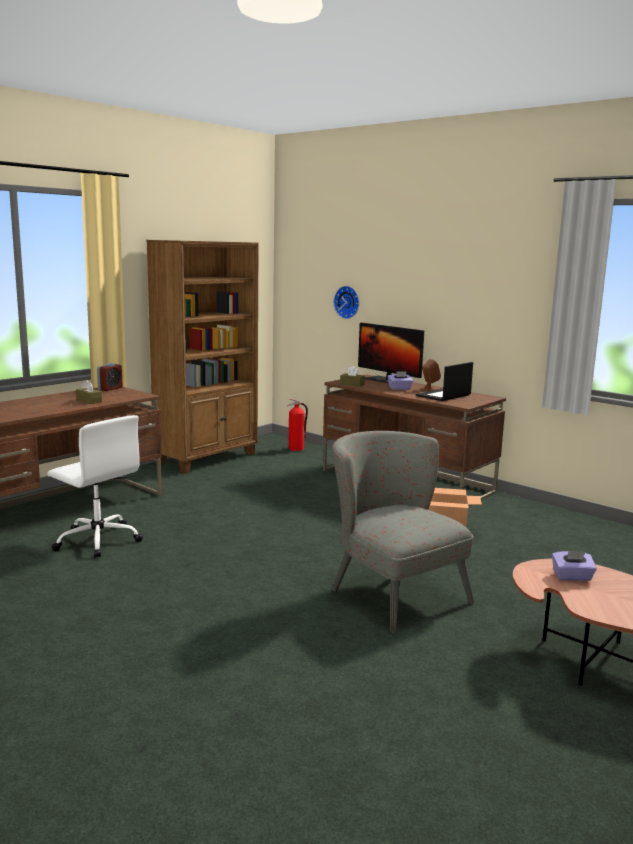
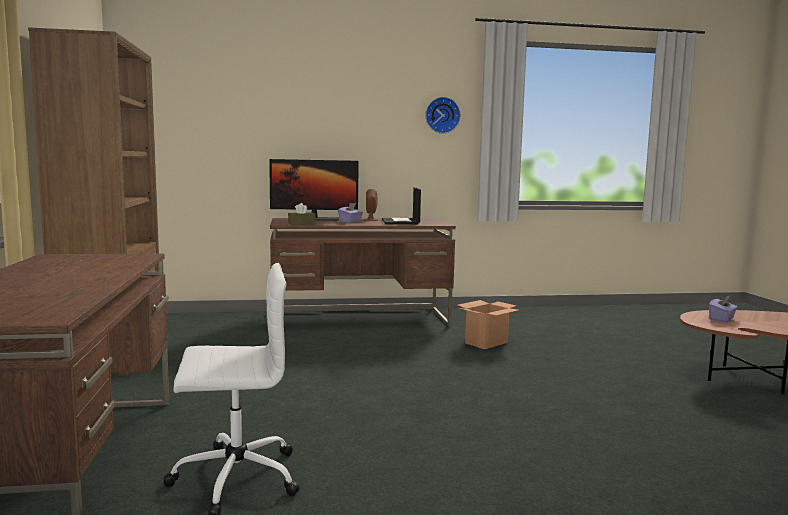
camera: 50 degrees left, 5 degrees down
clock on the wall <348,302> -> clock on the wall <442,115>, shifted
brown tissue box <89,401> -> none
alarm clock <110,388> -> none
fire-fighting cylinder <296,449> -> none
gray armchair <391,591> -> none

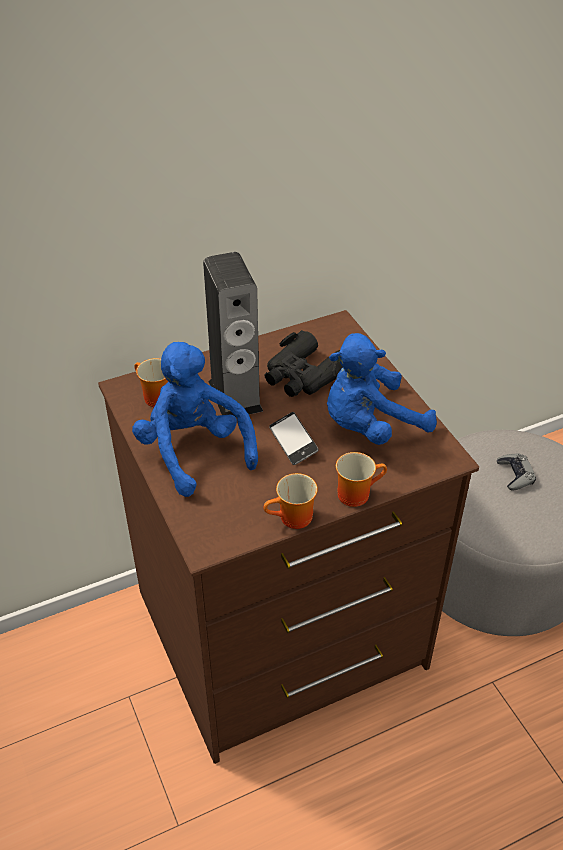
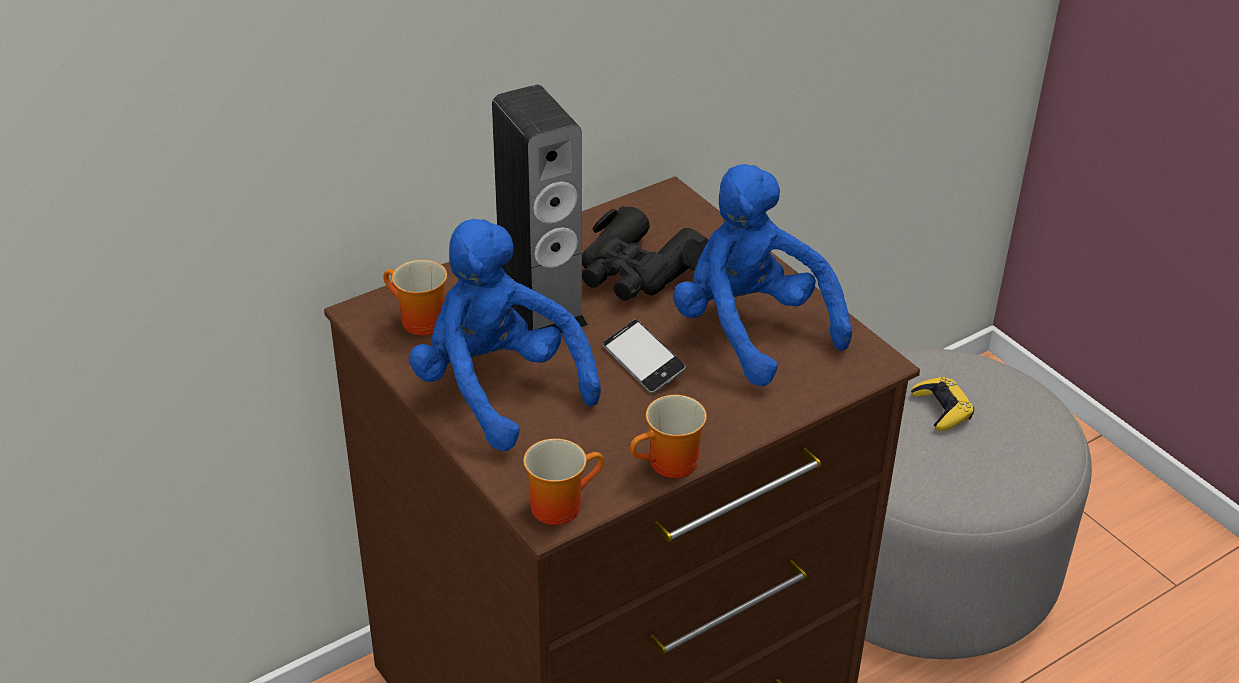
camera: 10 degrees left, 5 degrees down
tea mug <356,492> -> tea mug <559,503>, shifted
blue-coloured cuddly toy <370,425> -> blue-coloured cuddly toy <750,329>, 90 degrees clockwise
gray game controller <515,475> -> yellow game controller <942,409>

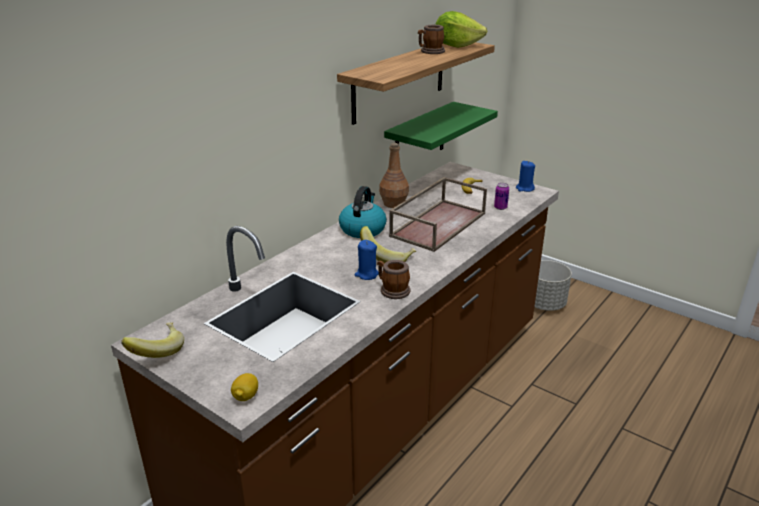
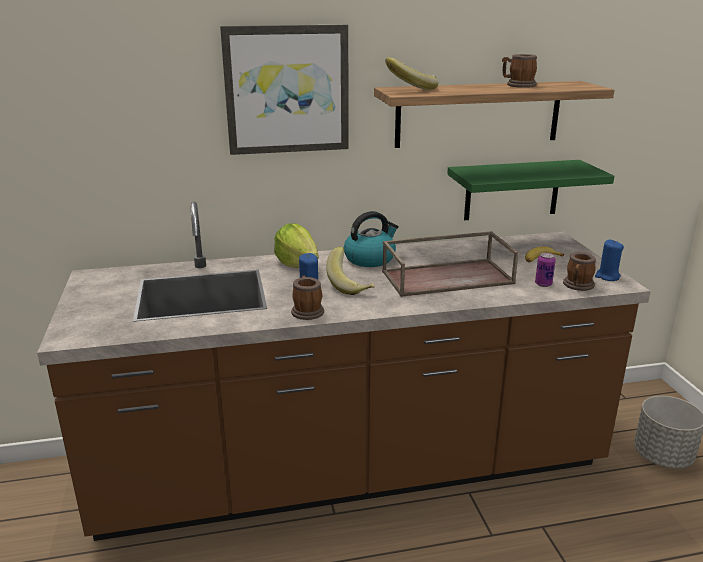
camera: 40 degrees right, 5 degrees down
none -> wall art <287,90>
head of lettuce <456,46> -> head of lettuce <297,264>, shifted
whole banana <156,351> -> whole banana <413,89>, shifted
none -> tea mug <577,286>
lemon <246,396> -> none
brown beverage bottle <393,204> -> none

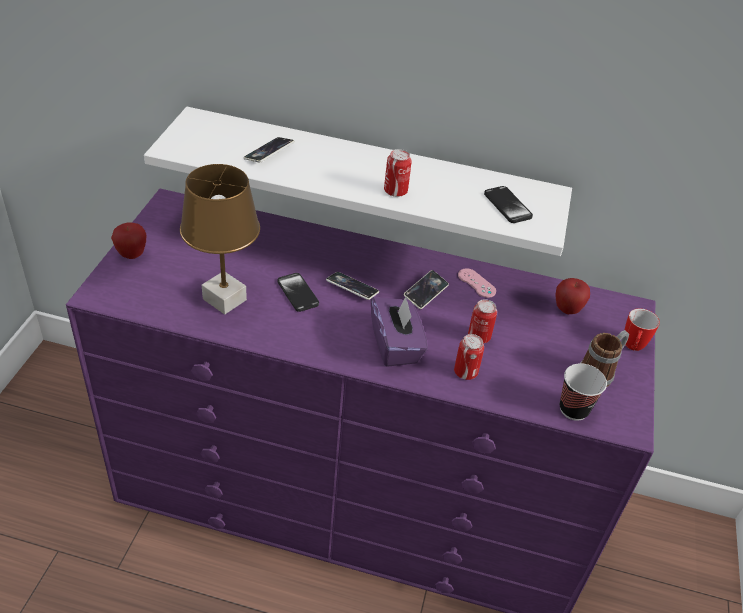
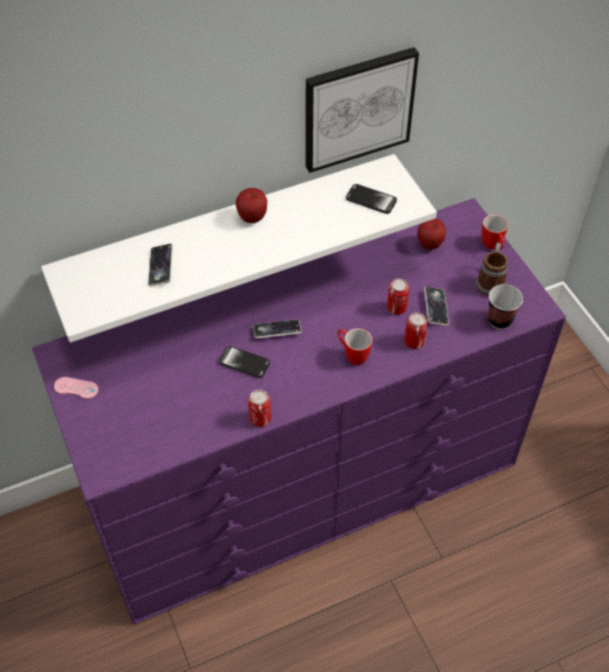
camera: 35 degrees left, 10 degrees up
pinkish game controller <476,283> -> pinkish game controller <76,388>, shifted
whole apple <132,254> -> whole apple <252,218>, shifted
metal can <395,191> -> metal can <260,418>, shifted
none -> wall art <358,108>
purple tissue box <396,345> -> tea mug <352,355>
phone <426,292> -> phone <436,308>, shifted
brown lamp for a table <223,299> -> none

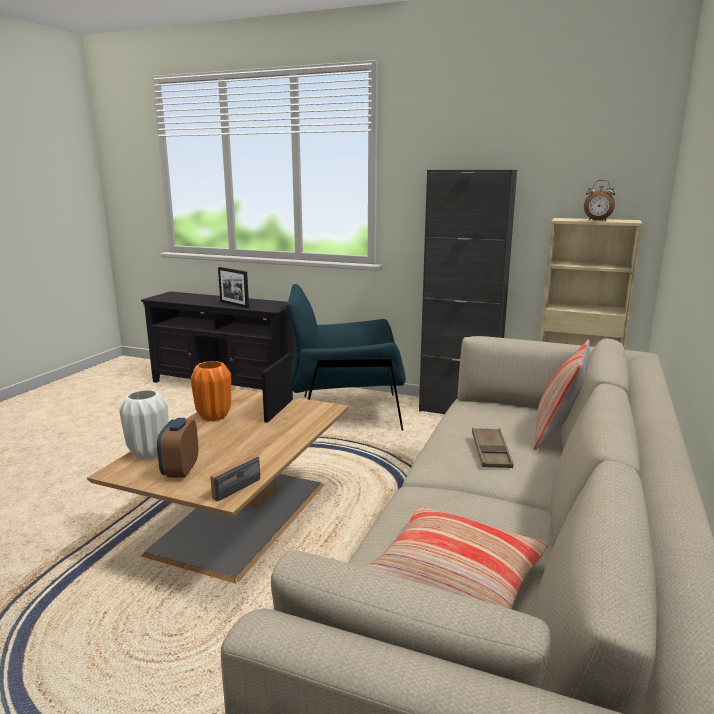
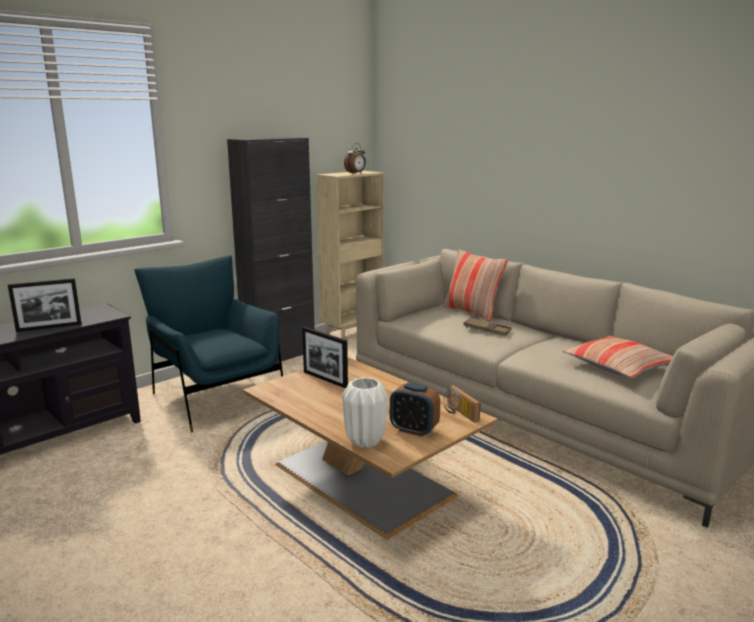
camera: 65 degrees left, 0 degrees up
blue-coloured armchair <345,412> -> blue-coloured armchair <216,397>, 120 degrees clockwise
orangey flower vase <214,416> -> none

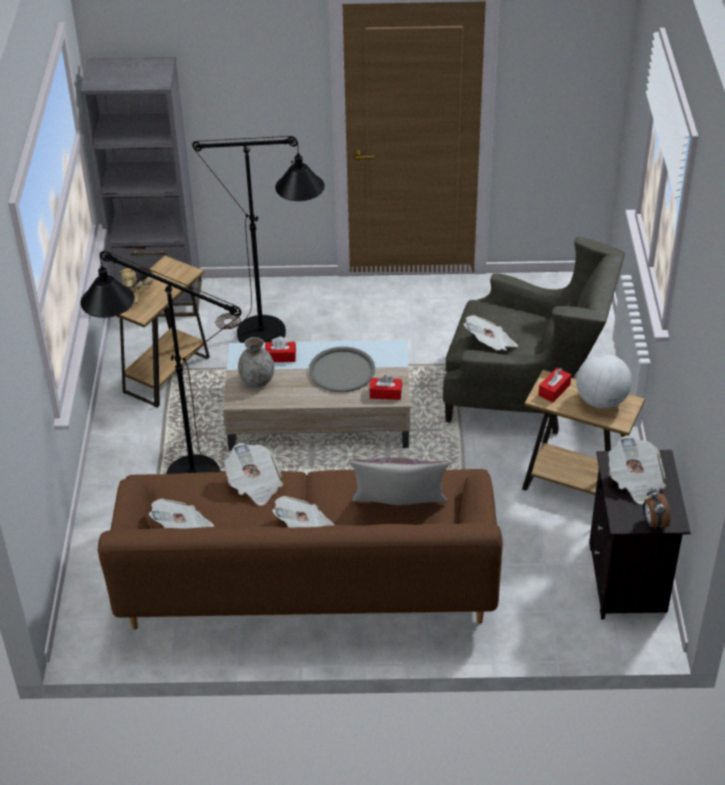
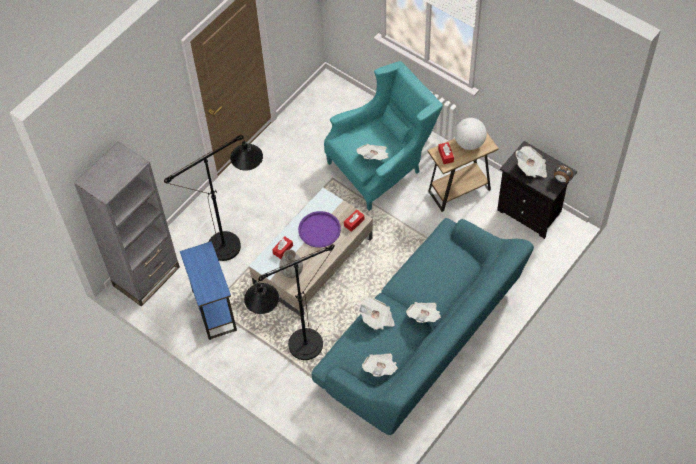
camera: 50 degrees left, 15 degrees up
brown end table <166,374> -> blue-coloured end table <214,310>
gray carrying tray <342,370> -> purple carrying tray <319,230>
brown sofa <307,581> -> blue-green sofa <422,339>
gray armchair <525,396> -> blue-green armchair <382,166>
cuddly toy <139,294> -> none
gray cushion <399,512> -> none

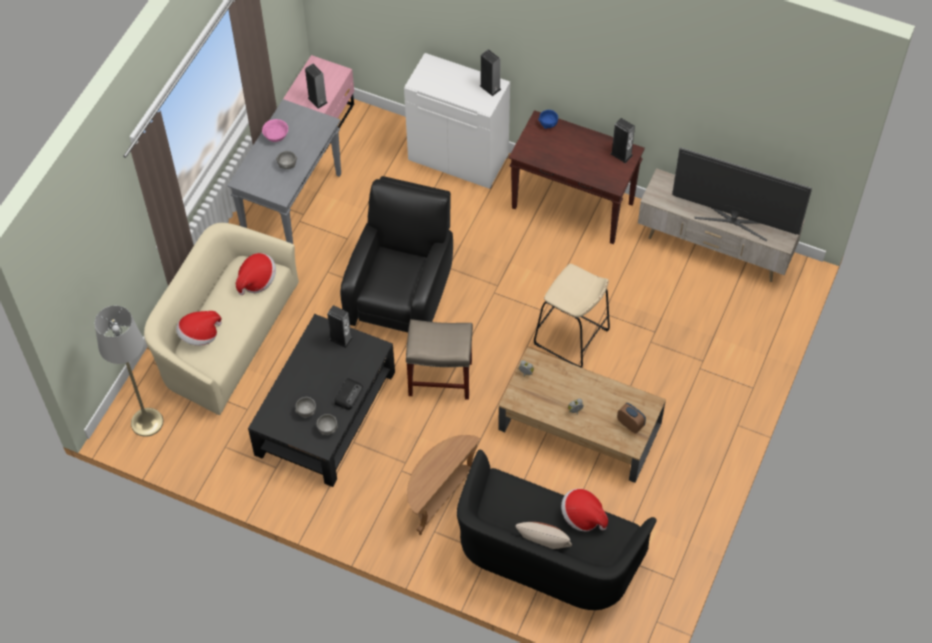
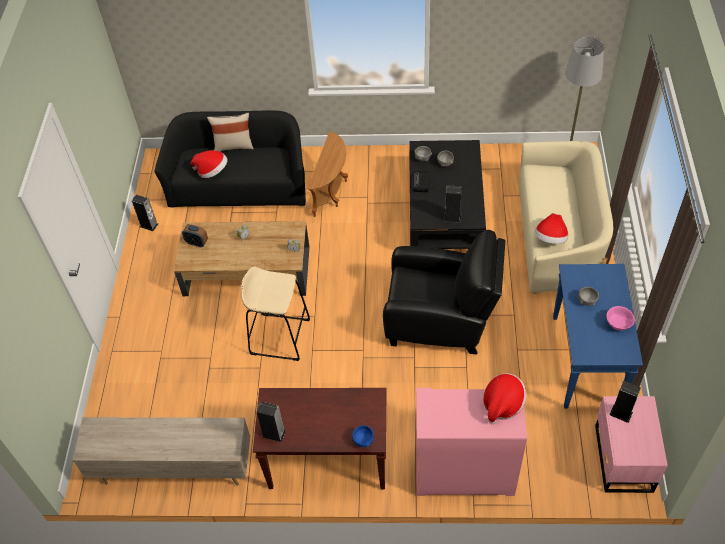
camera: 160 degrees right, 5 degrees down
speaker <490,87> -> speaker <149,225>, shifted
black-coloured armchair <402,293> -> black-coloured armchair <441,320>, 75 degrees counterclockwise
white storage cabinet <459,157> -> pinkish storage cabinet <463,472>
wearable hat <200,335> -> wearable hat <502,404>, shifted
gray hall table <292,204> -> blue-coloured hall table <586,362>
beige stool <441,378> -> none
television <734,220> -> none

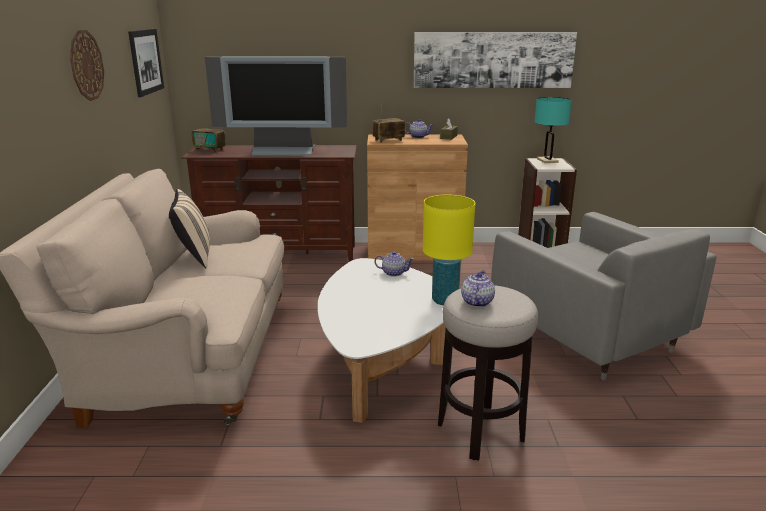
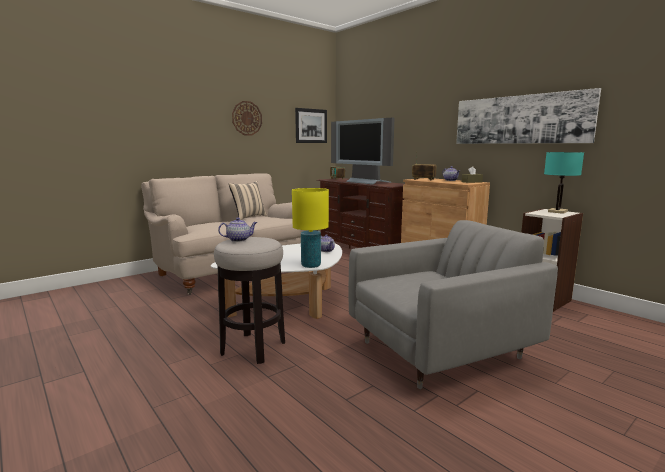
camera: 50 degrees right, 10 degrees down
gray armchair <587,336> -> gray armchair <440,350>, 135 degrees counterclockwise

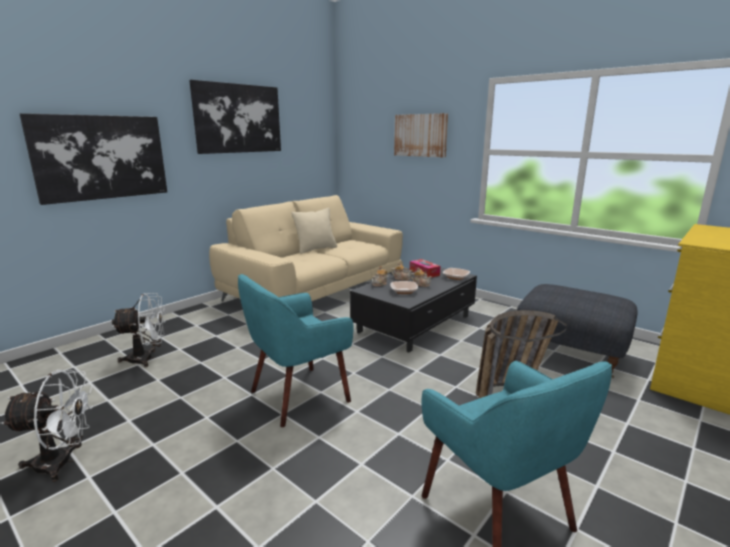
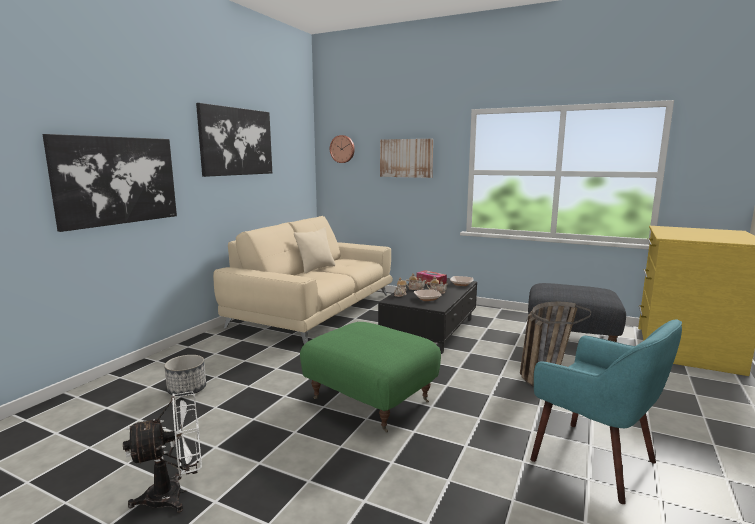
camera: 15 degrees left, 5 degrees down
white cooling fan <147,358> -> plant pot <186,389>
blue-green armchair <298,395> -> green pouffe <369,401>
none -> clock on the wall <342,149>

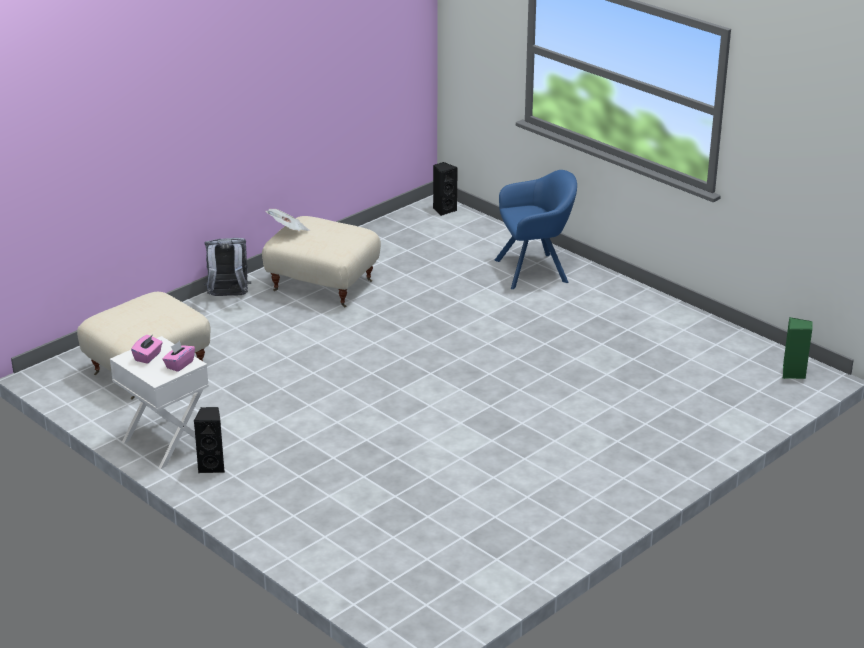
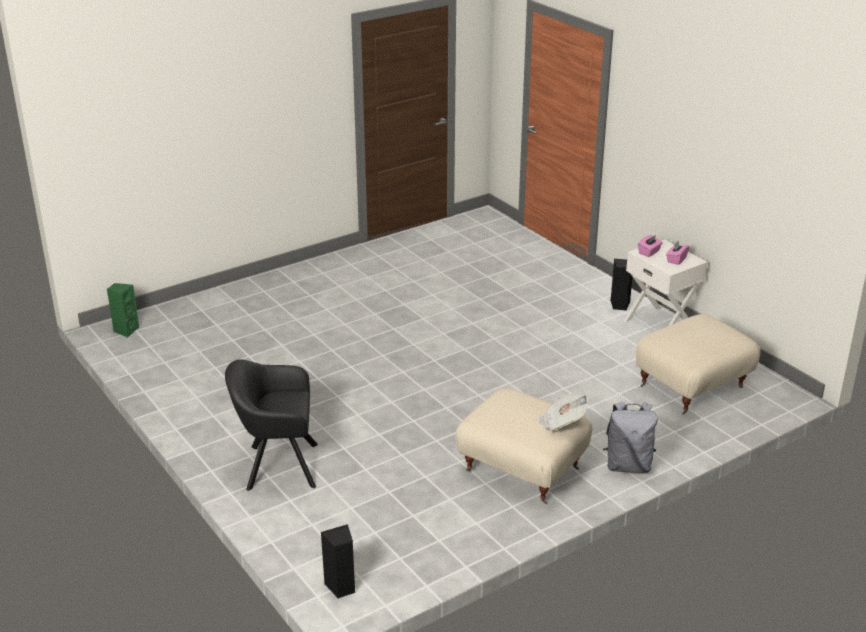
camera: 170 degrees left, 0 degrees up
blue-coloured armchair <536,270> -> black-coloured armchair <277,466>

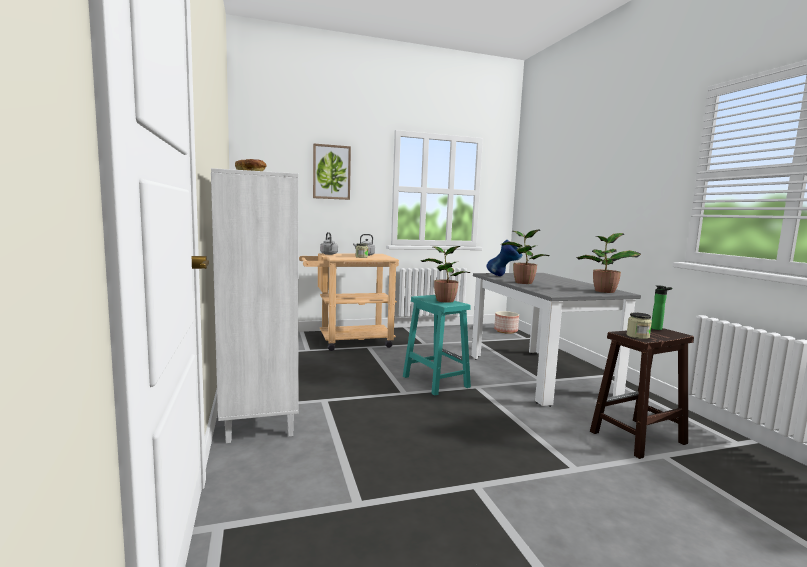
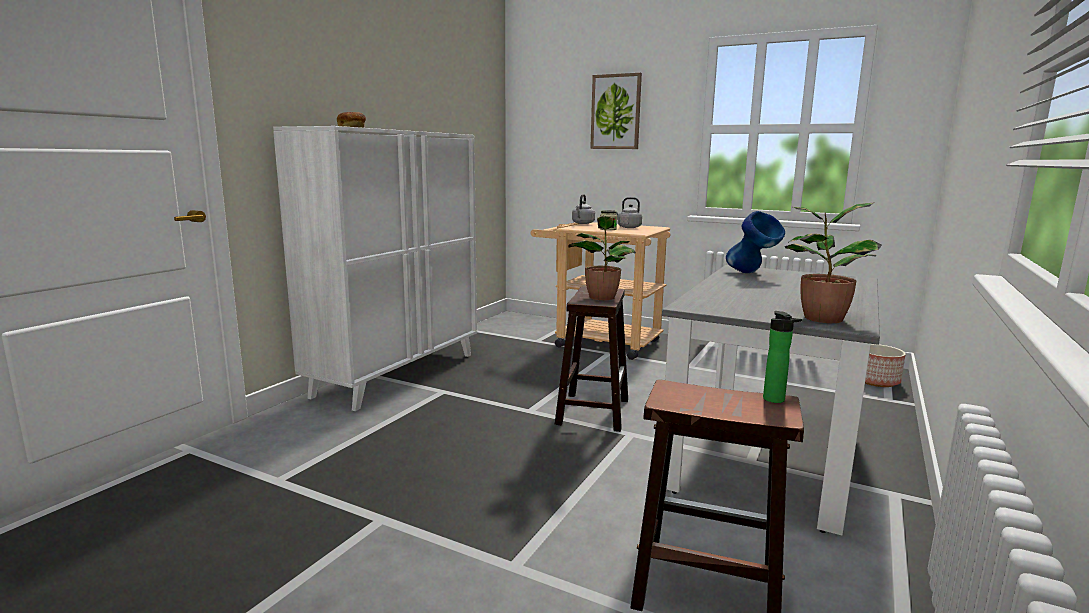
camera: 45 degrees right, 5 degrees up
blue-green stool <434,381> -> brown stool <593,411>
potted plant <522,282> -> none
preserve jar <638,336> -> none

